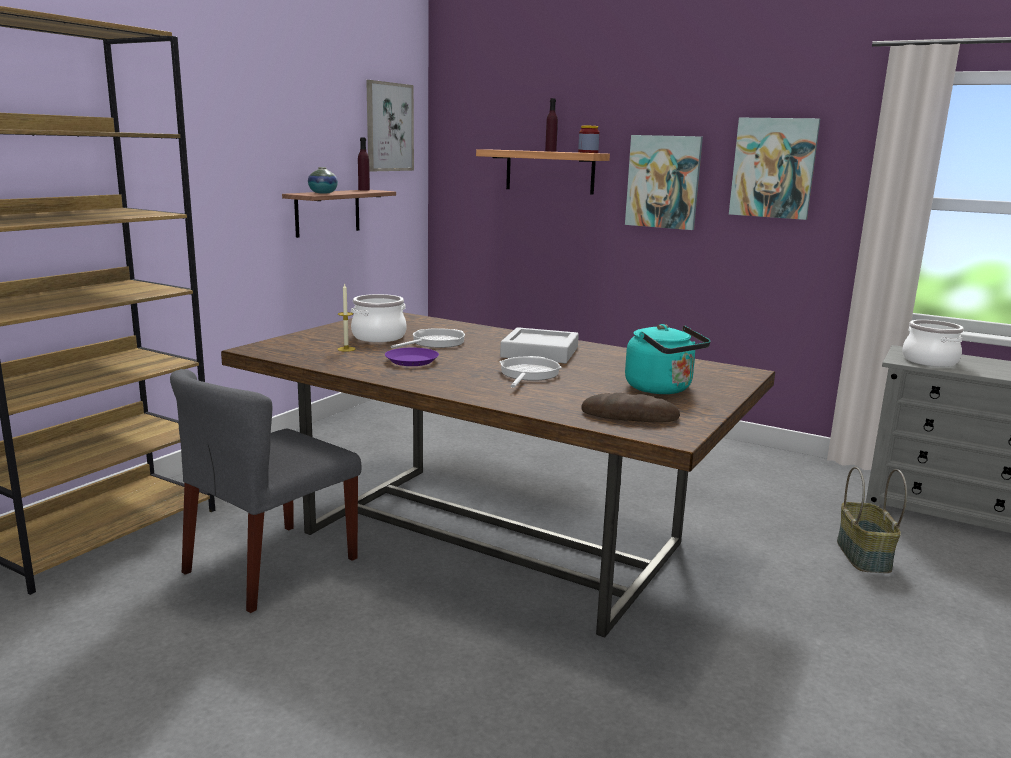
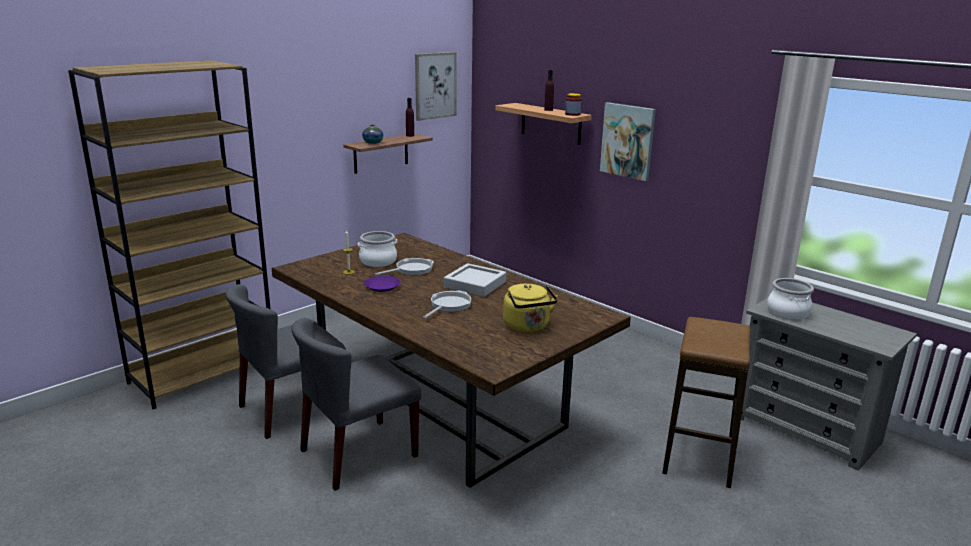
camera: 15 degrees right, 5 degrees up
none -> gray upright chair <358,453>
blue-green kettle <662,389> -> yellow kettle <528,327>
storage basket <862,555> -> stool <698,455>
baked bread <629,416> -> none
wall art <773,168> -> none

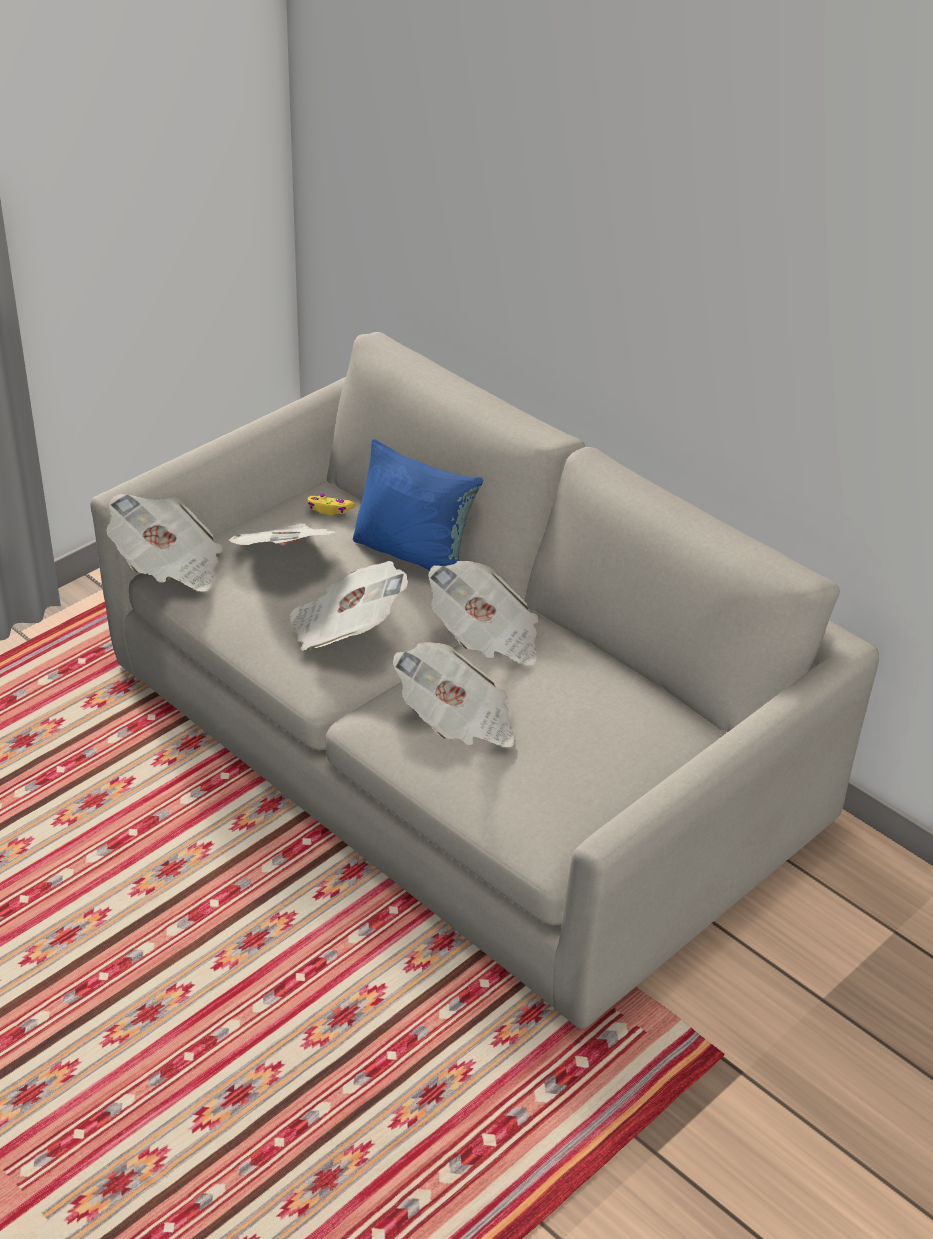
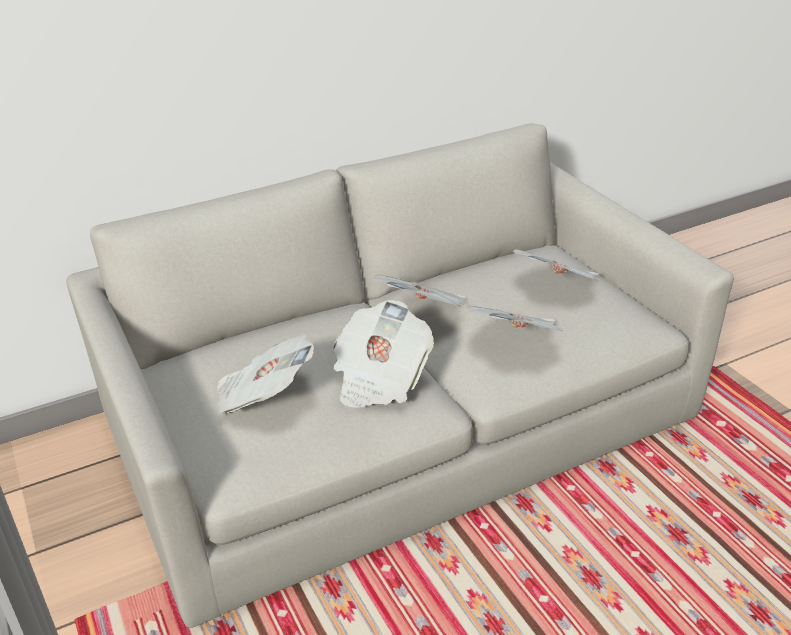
camera: 70 degrees left, 5 degrees down
newspaper <168,566> -> newspaper <559,286>, shifted
yellow game controller <330,509> -> none
blue-coloured cushion <413,554> -> none

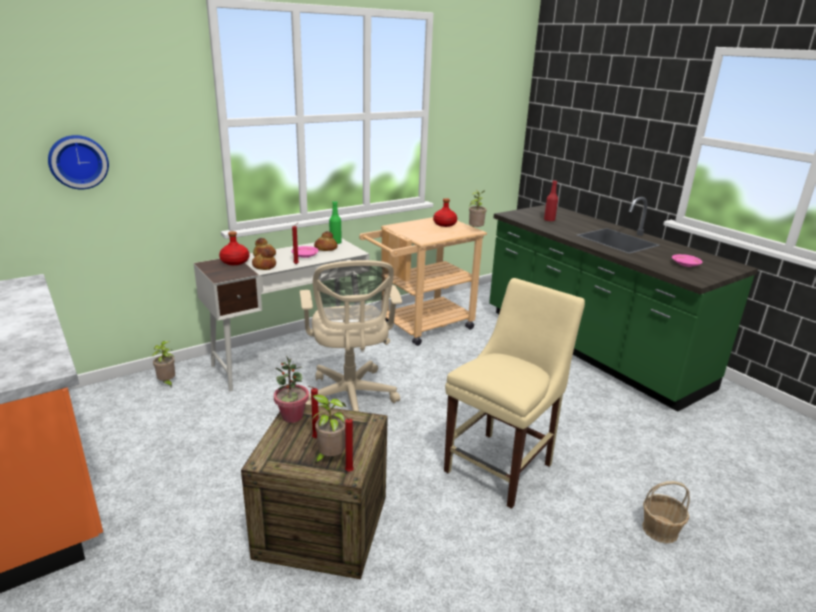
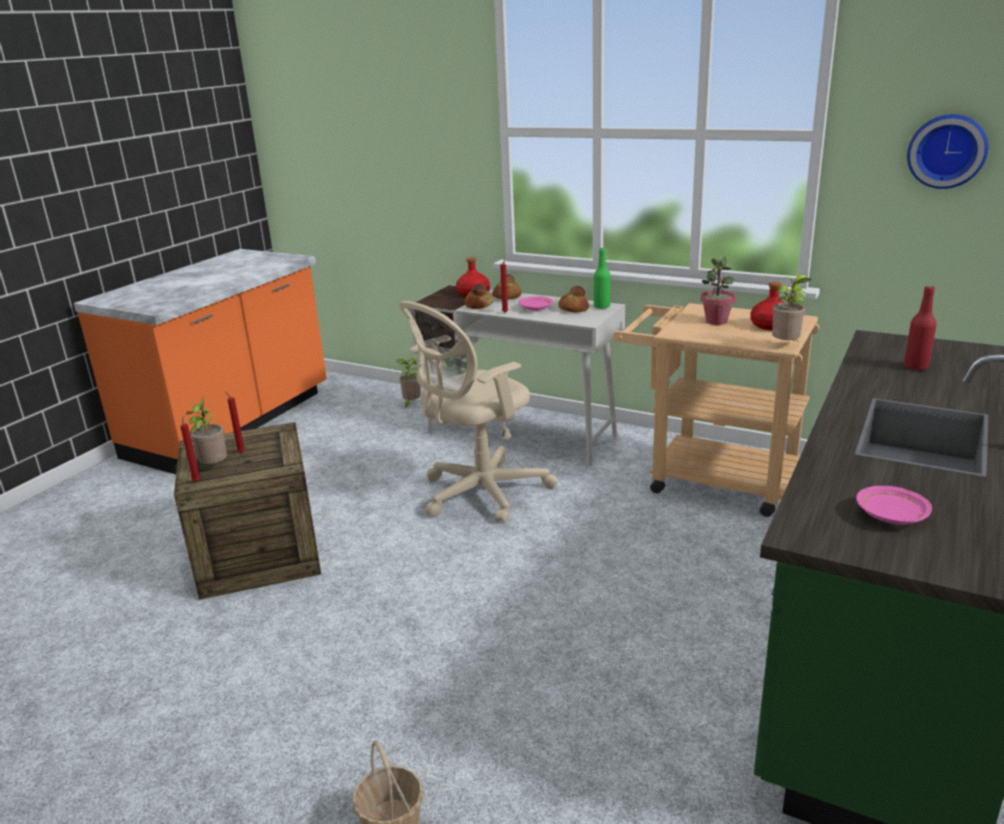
camera: 65 degrees right, 0 degrees up
potted plant <292,416> -> potted plant <716,321>, shifted
clock on the wall <78,161> -> clock on the wall <947,151>, shifted
beige upright chair <502,465> -> none

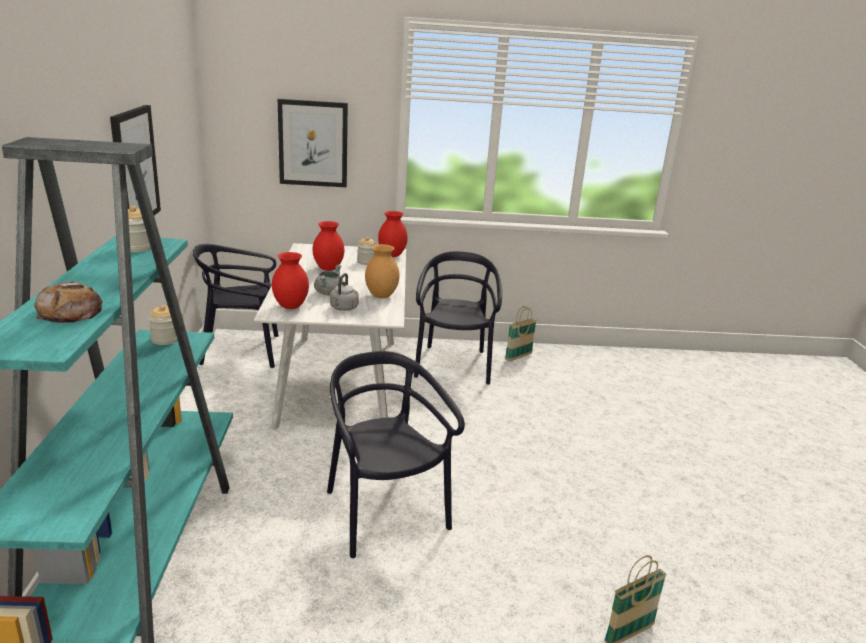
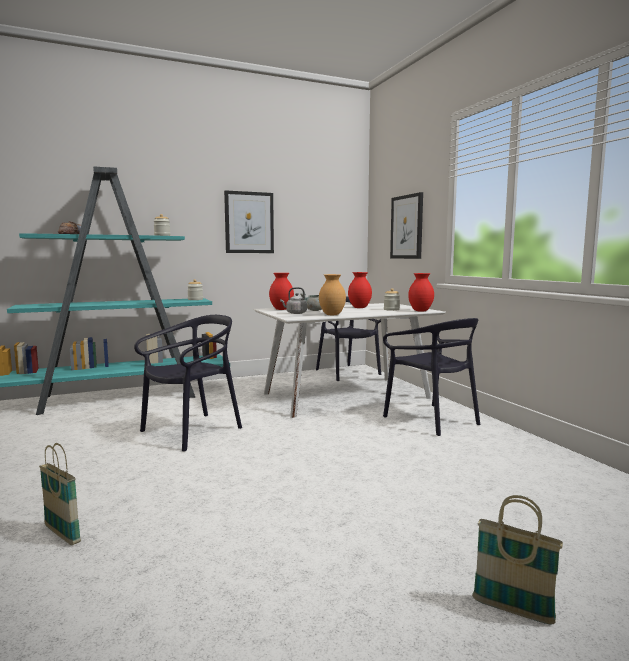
camera: 70 degrees right, 15 degrees down
black-coloured upright chair <453,365> -> black-coloured upright chair <431,419>, 75 degrees clockwise
storage basket <518,357> -> storage basket <512,610>, shifted

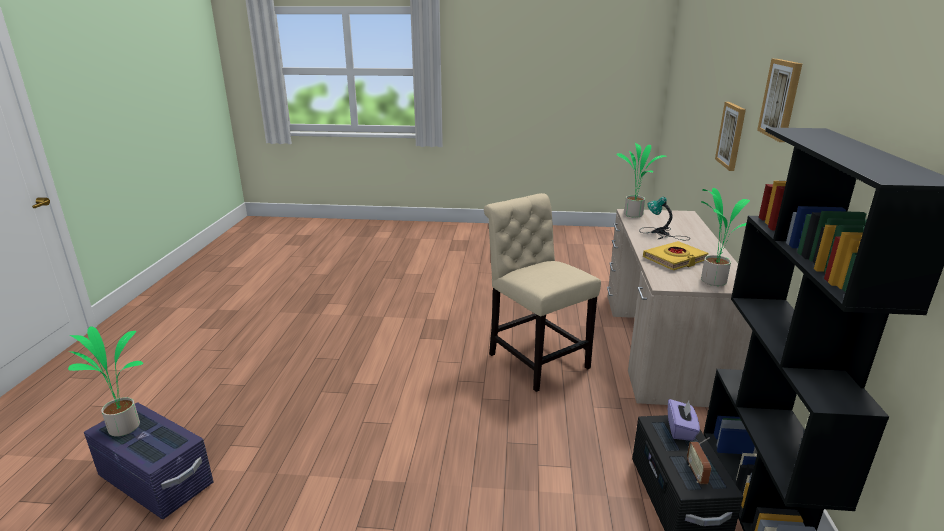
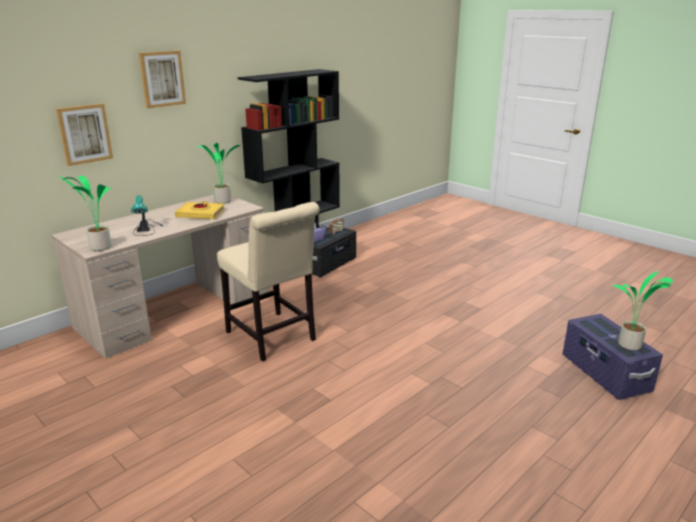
camera: 140 degrees left, 0 degrees up
beige upright chair <535,359> -> beige upright chair <273,338>, 45 degrees counterclockwise

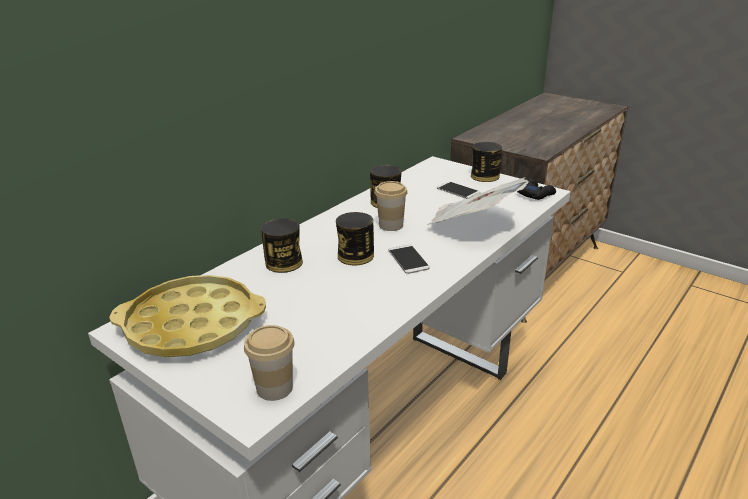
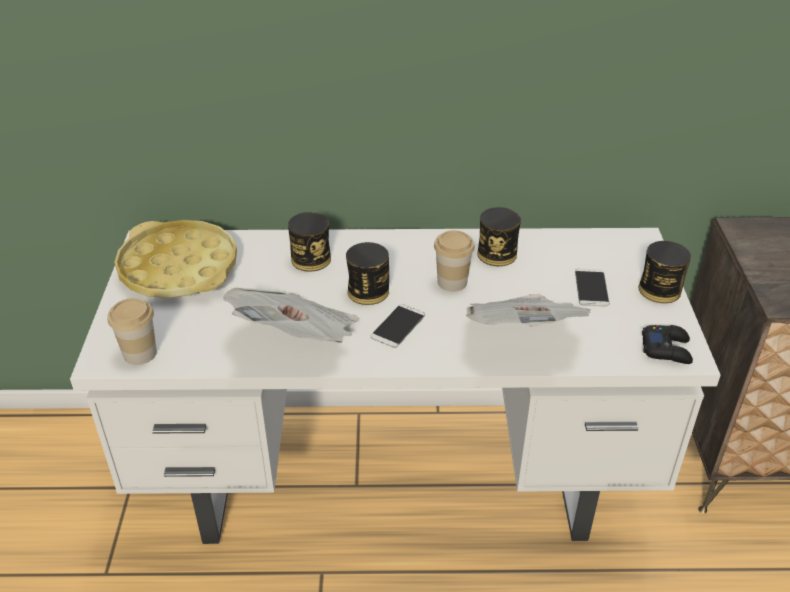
camera: 50 degrees right, 10 degrees up
none -> newspaper <299,340>

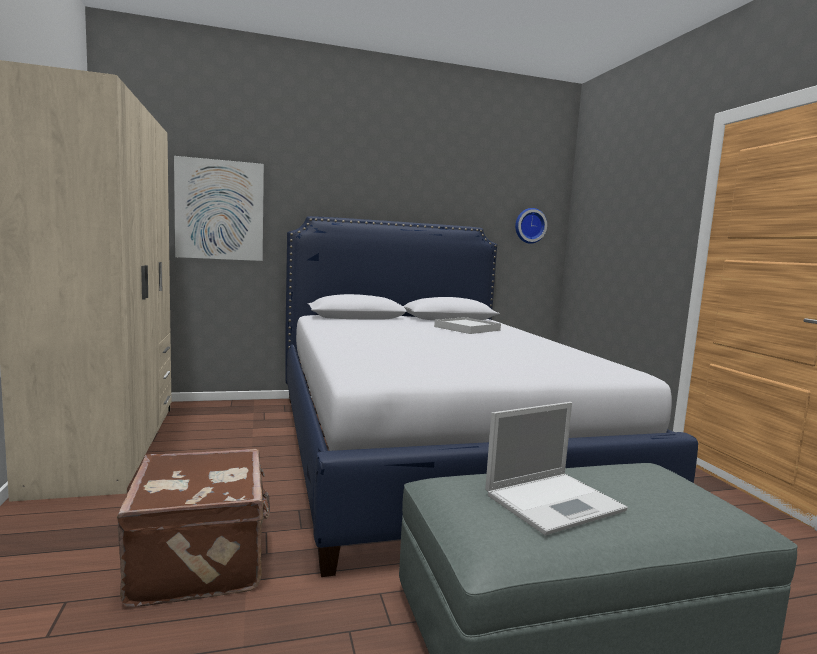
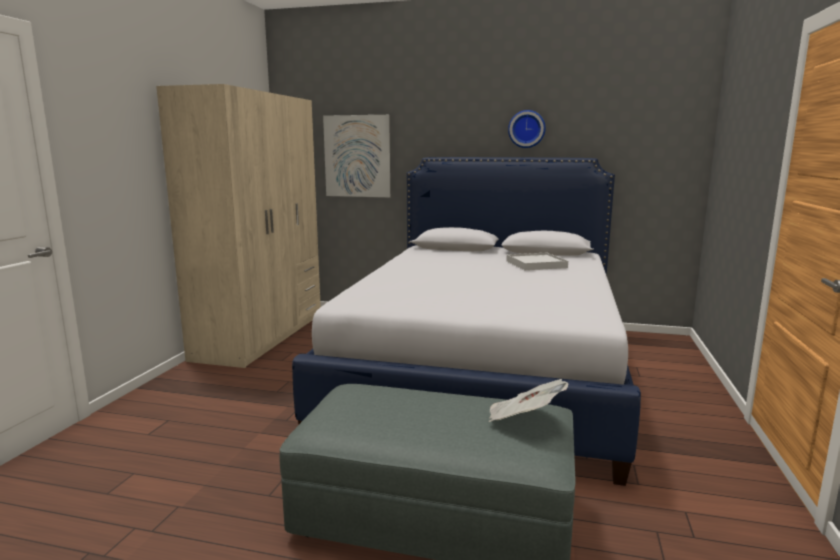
camera: 30 degrees right, 5 degrees up
none -> newspaper <523,419>
clock on the wall <529,225> -> clock on the wall <526,129>, shifted
brown piece of luggage <202,559> -> none
laptop <555,501> -> none

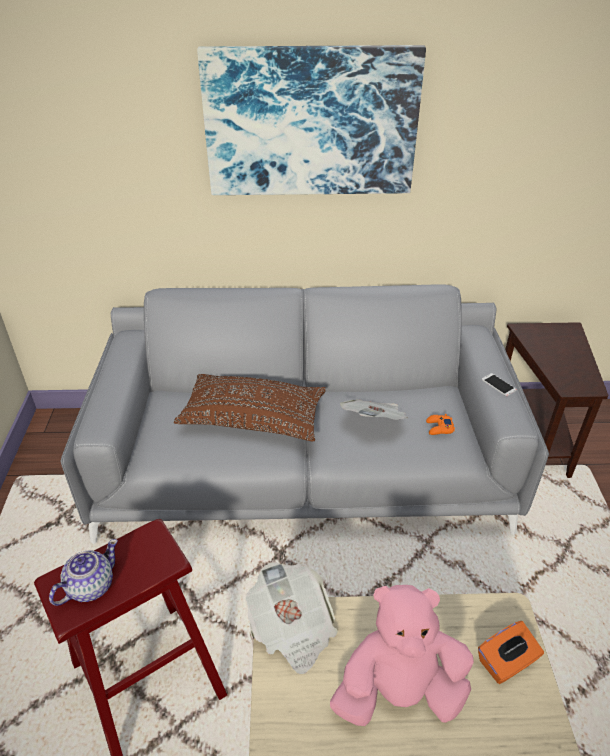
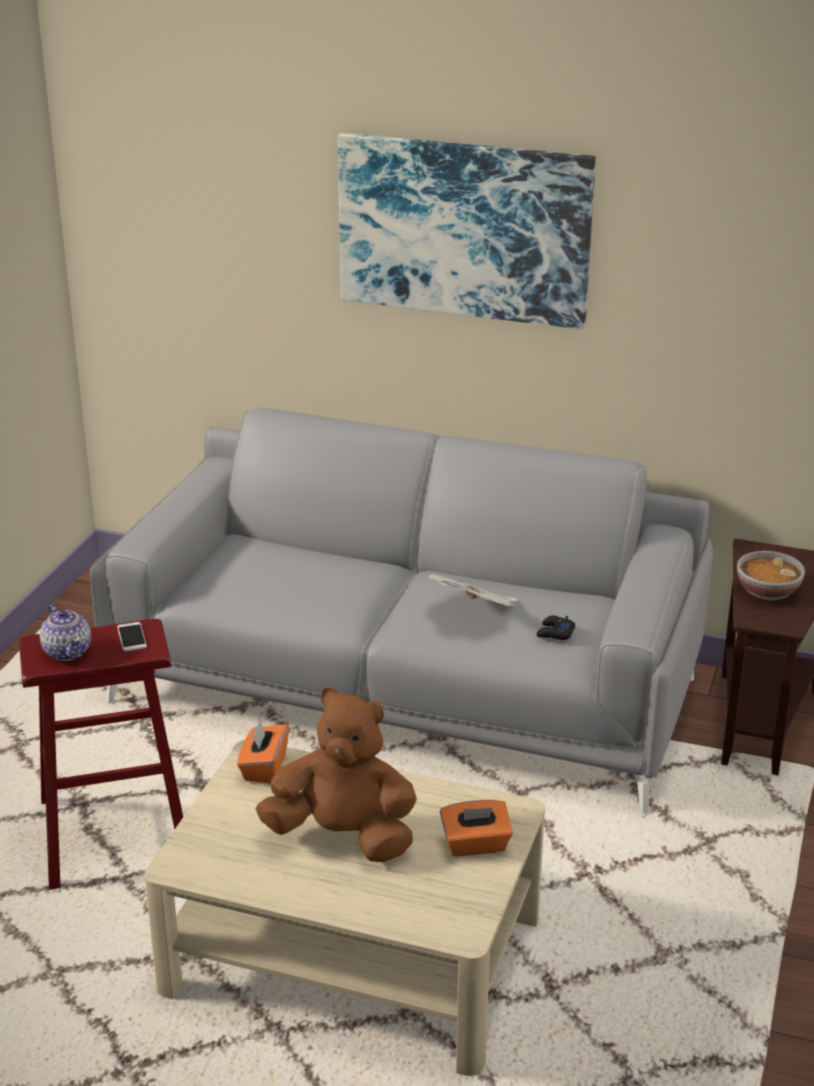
camera: 20 degrees right, 10 degrees down
teapot <90,586> -> teapot <67,651>, 90 degrees clockwise
phone <498,385> -> phone <132,637>, shifted
newspaper <292,629> -> orangey tissue box <264,767>
pinkish cuddly toy <399,691> -> brown cuddly toy <343,836>
orangey game controller <439,428> -> black-coloured game controller <555,633>
none -> serving bowl <767,592>
brown cushion <253,418> -> none

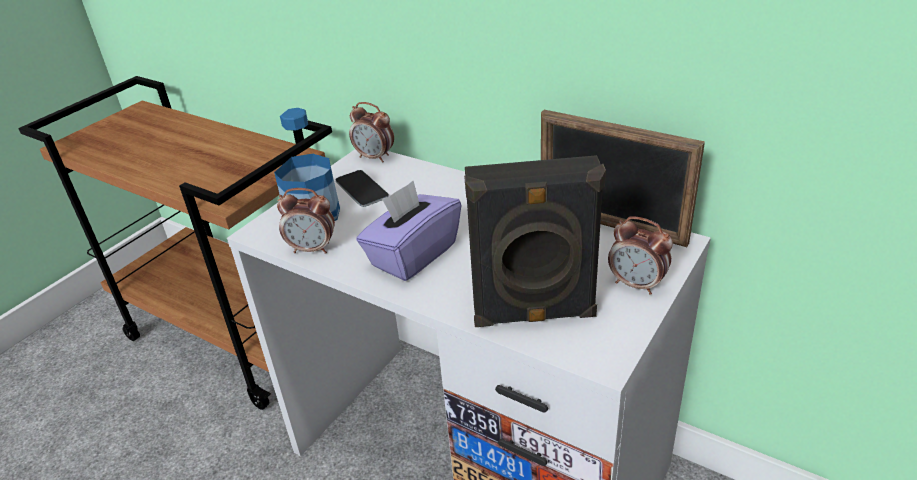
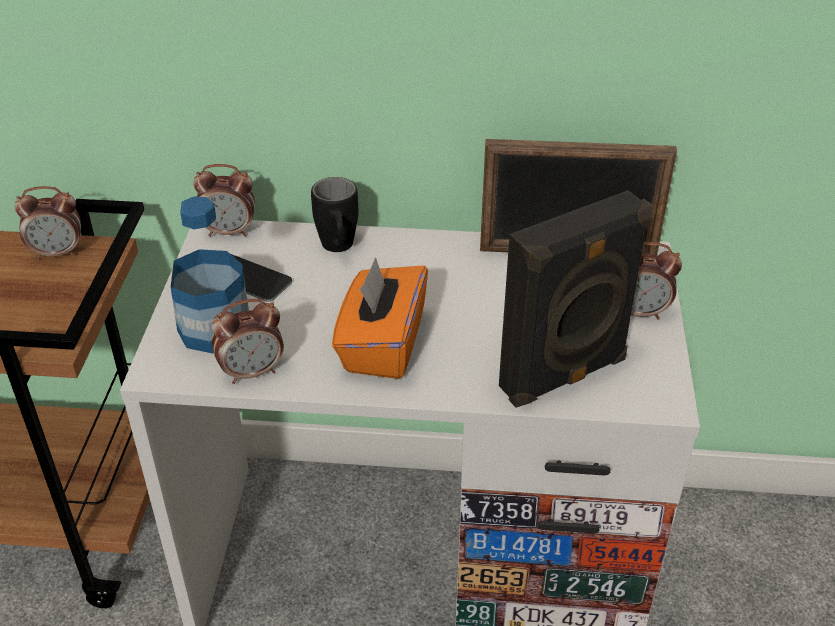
camera: 30 degrees left, 5 degrees up
none -> alarm clock <58,253>
none -> black-coloured tea mug <338,249>
purple tissue box <413,255> -> orangey tissue box <381,345>

